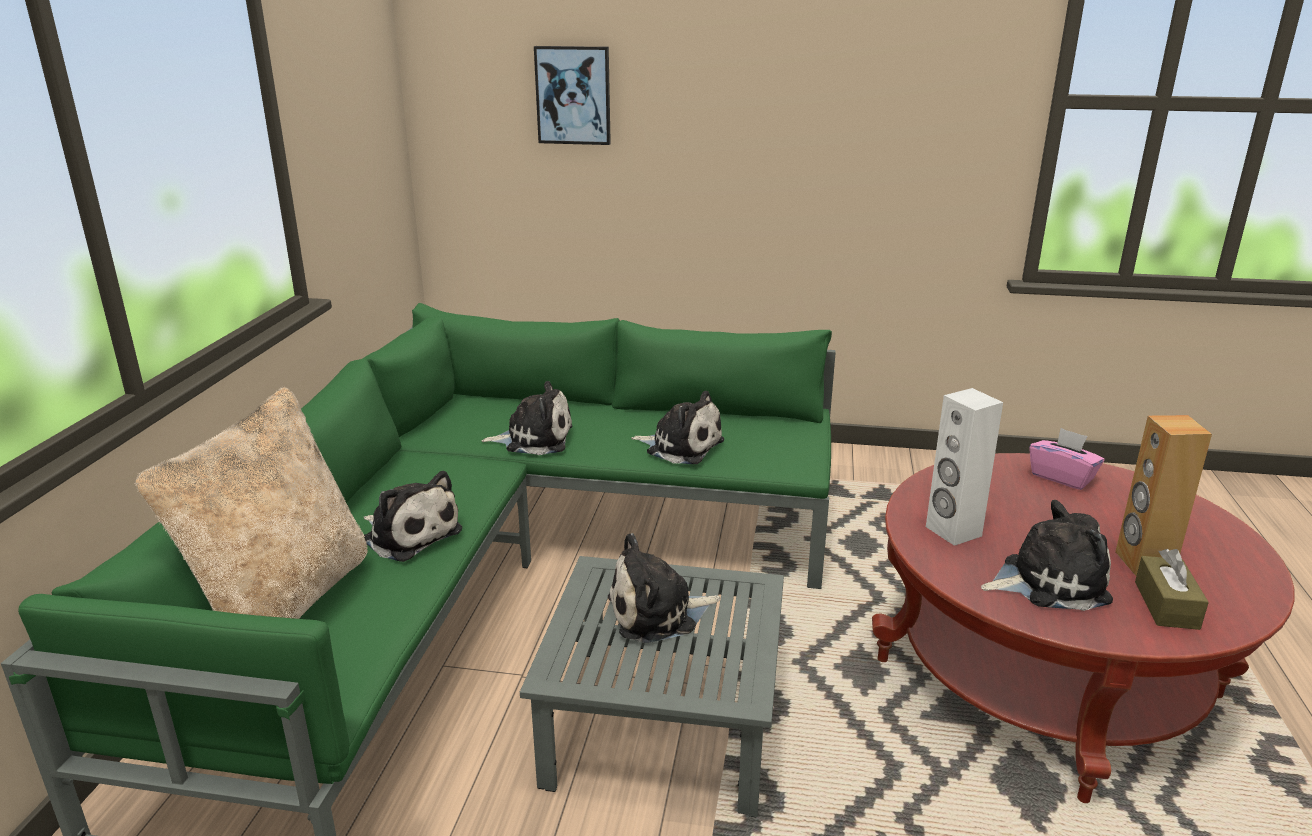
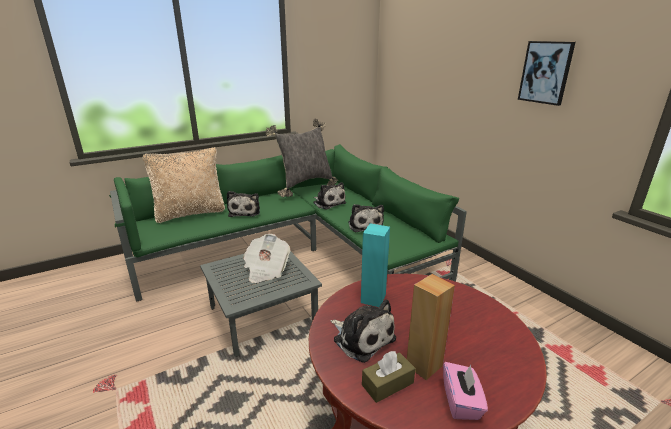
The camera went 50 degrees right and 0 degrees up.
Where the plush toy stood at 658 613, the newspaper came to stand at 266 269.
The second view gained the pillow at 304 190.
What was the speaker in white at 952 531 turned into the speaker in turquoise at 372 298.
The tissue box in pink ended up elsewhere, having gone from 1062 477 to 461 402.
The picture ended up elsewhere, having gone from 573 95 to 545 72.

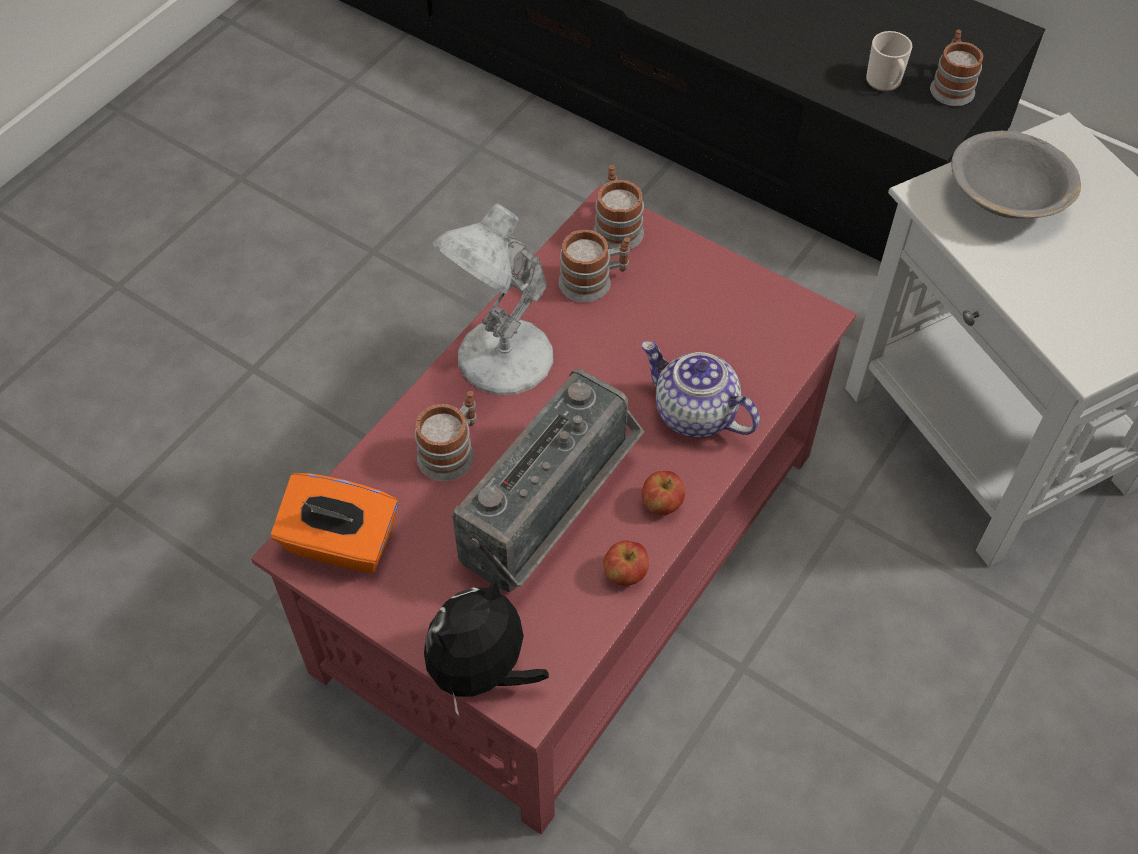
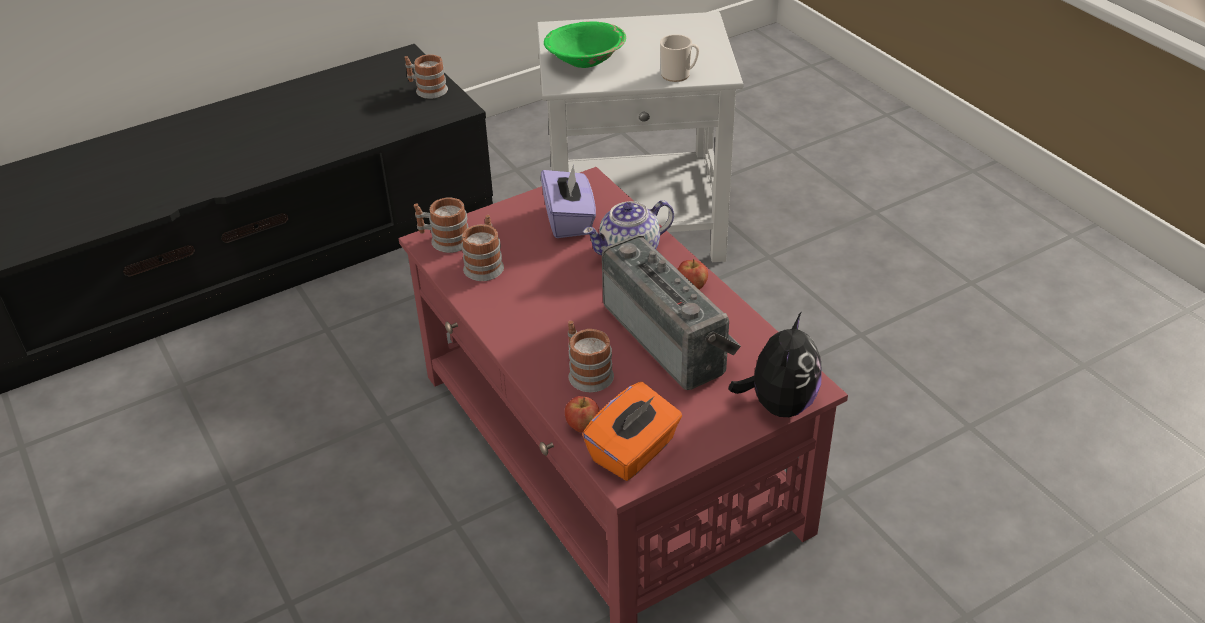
The camera went 65 degrees left and 15 degrees down.
The second view gained the tissue box in purple at 569 220.
What was the bowl in grey at 1005 198 turned into the bowl in green at 585 61.
The apple ended up elsewhere, having gone from 625 574 to 582 426.
The mug ended up elsewhere, having gone from 885 82 to 679 75.
The plush toy at 482 672 ended up facing another way, 135 degrees counterclockwise from before.
The second view lost the table lamp in white at 502 359.

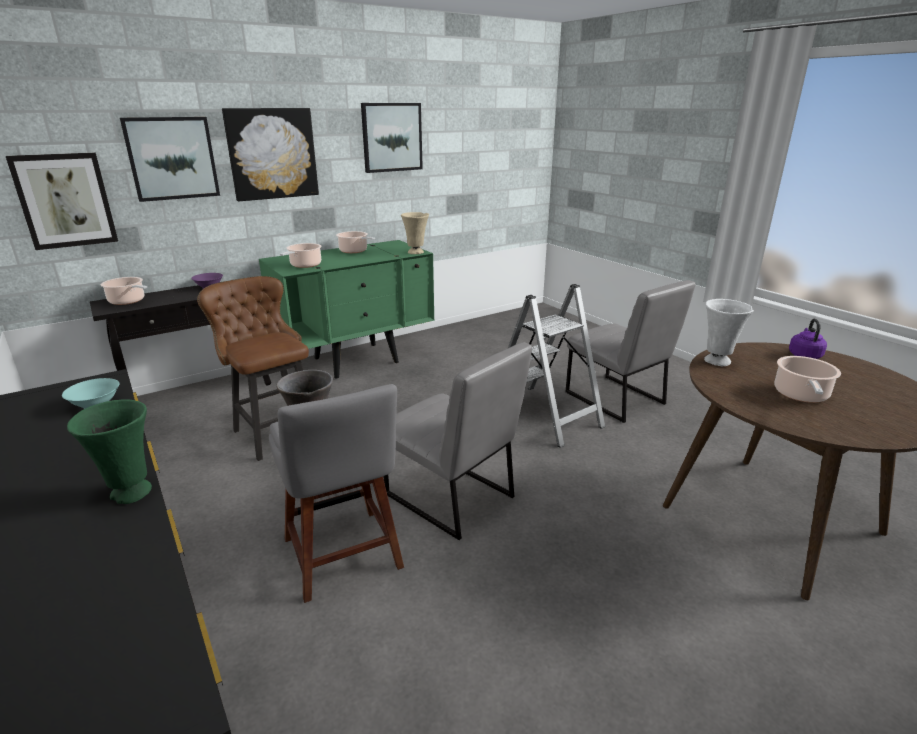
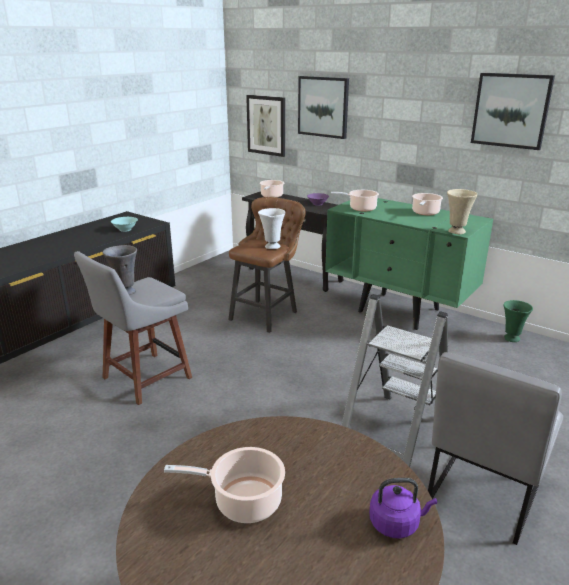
The camera went 70 degrees right and 0 degrees up.
The vase in white ended up elsewhere, having gone from 717 362 to 271 247.
The vase in green ended up elsewhere, having gone from 131 494 to 511 339.
The second view lost the picture at 272 154.
The second view lost the chair in grey at 451 497.

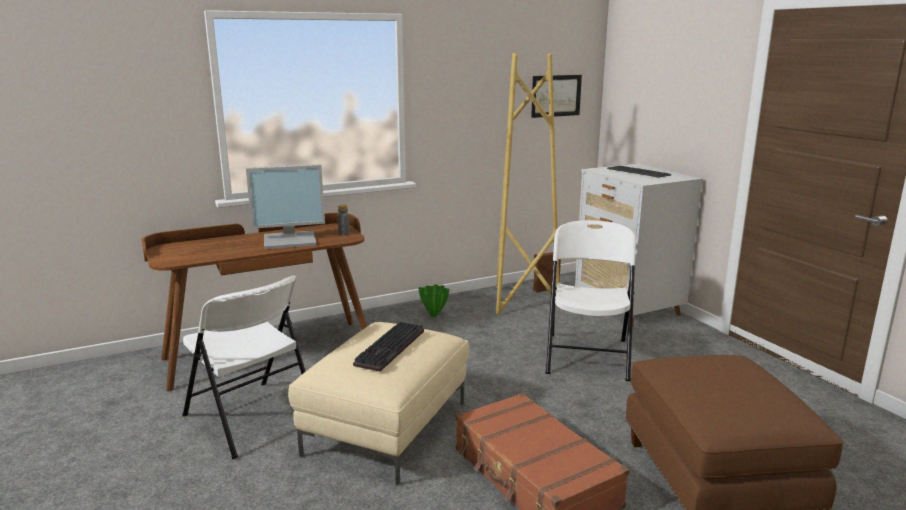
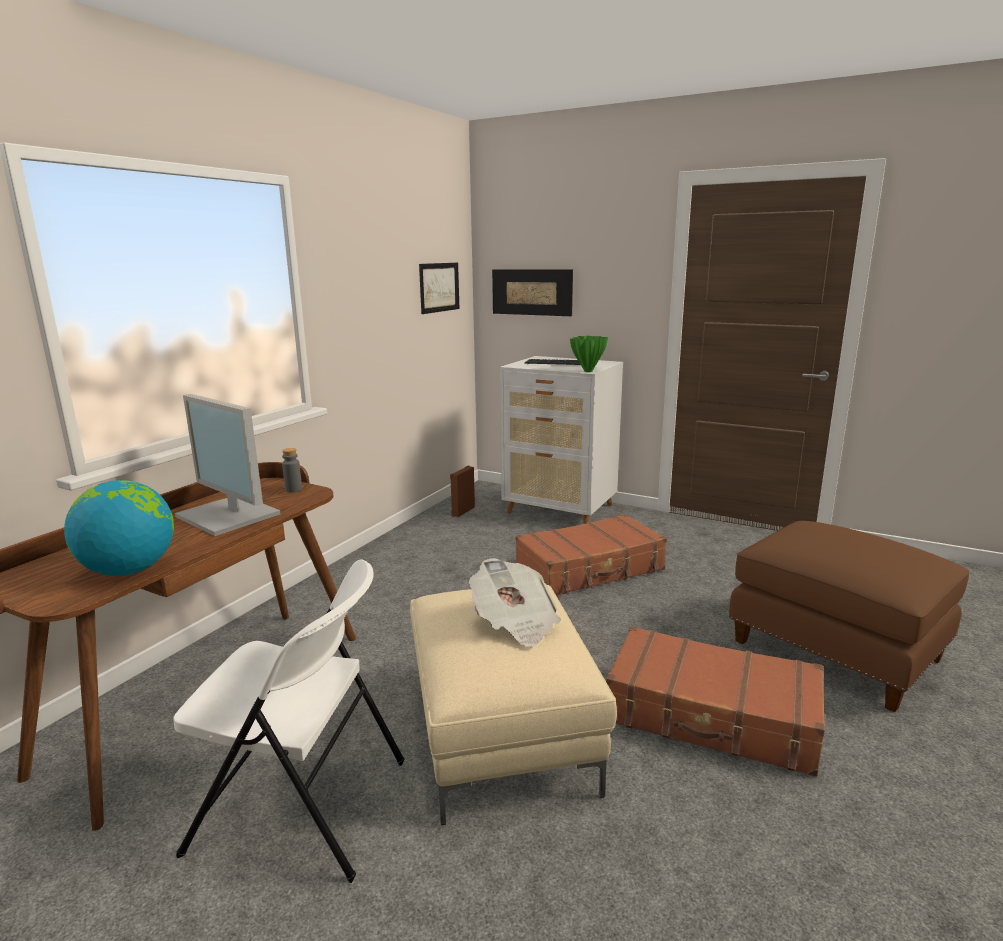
The camera went 35 degrees left and 0 degrees up.
The second view gained the globe at 129 570.
The monitor at 291 240 ended up facing another way, 90 degrees clockwise from before.
Where the keyboard stood at 391 349, the newspaper came to stand at 515 623.
The second view gained the picture at 531 292.
Where the chair in white stood at 587 356, the suitcase in brown came to stand at 590 569.
The vase in green ended up elsewhere, having gone from 434 316 to 589 371.
The second view lost the clothes rack in yellow at 518 301.

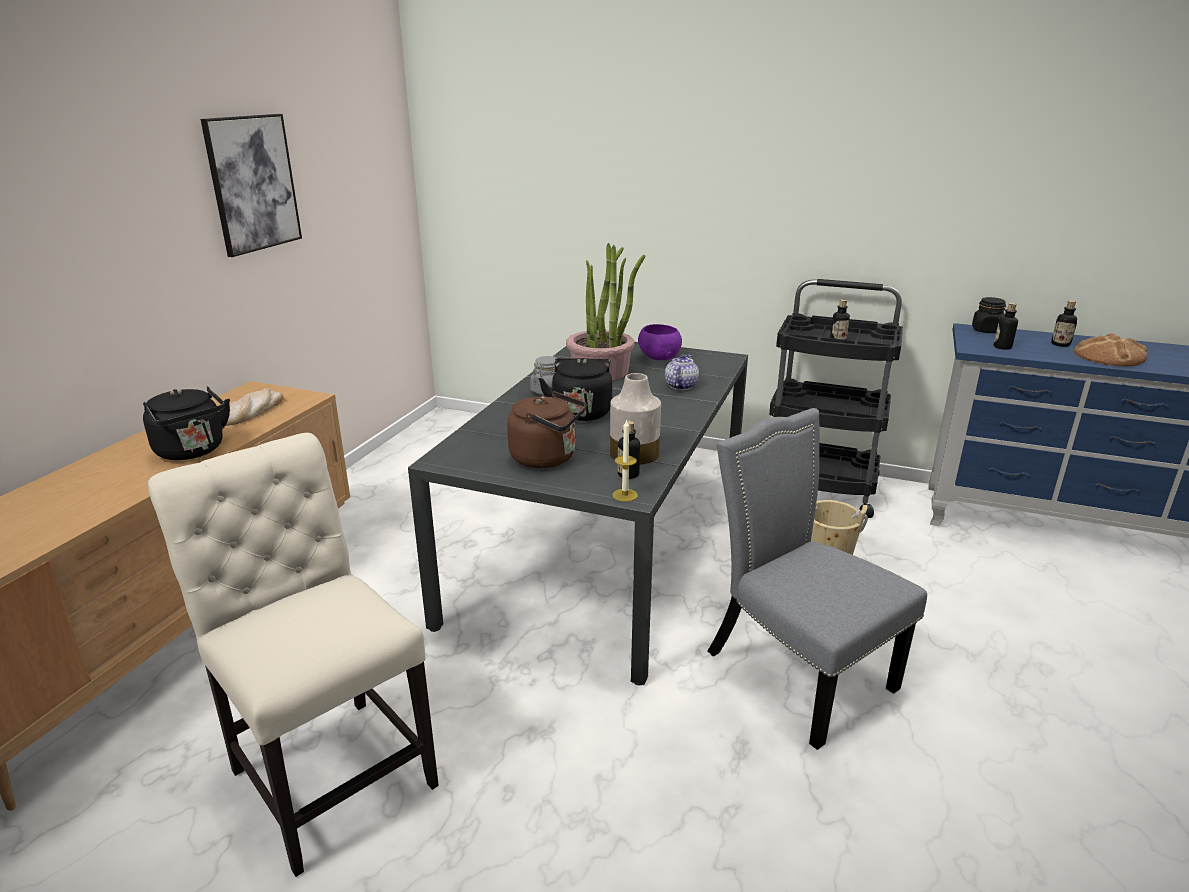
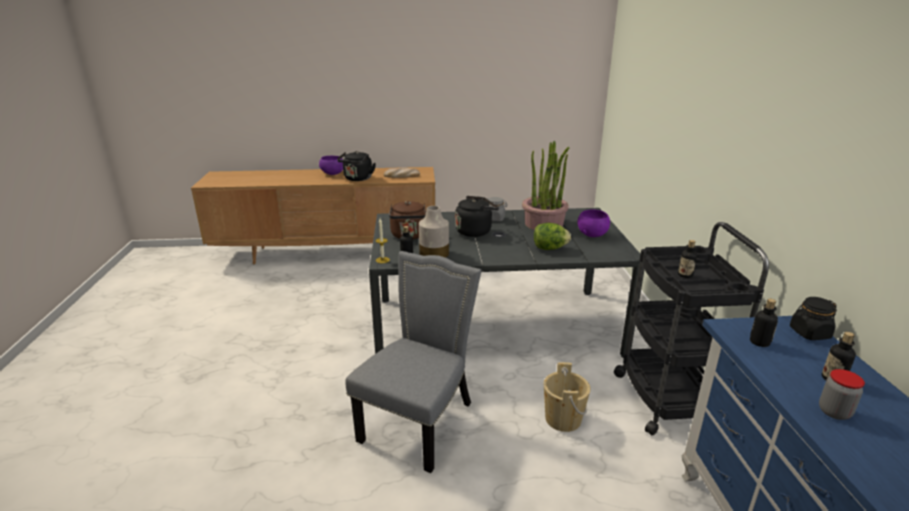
The camera went 65 degrees right and 0 degrees up.
The second view gained the bowl in purple at 332 174.
Where the teapot stood at 680 386, the lettuce came to stand at 549 248.
Where the bread stood at 1108 357, the jar came to stand at 834 412.
The second view lost the chair in beige at 329 769.
The second view lost the picture at 253 183.

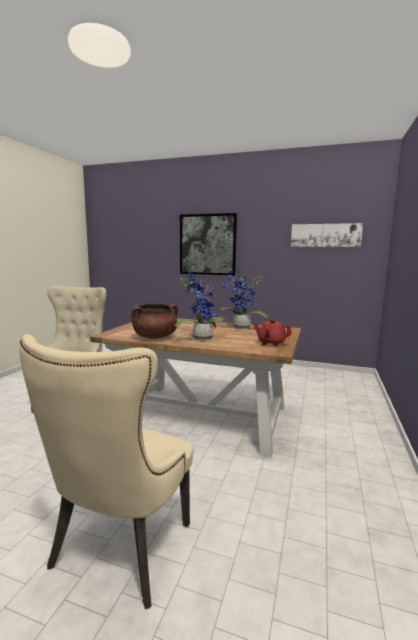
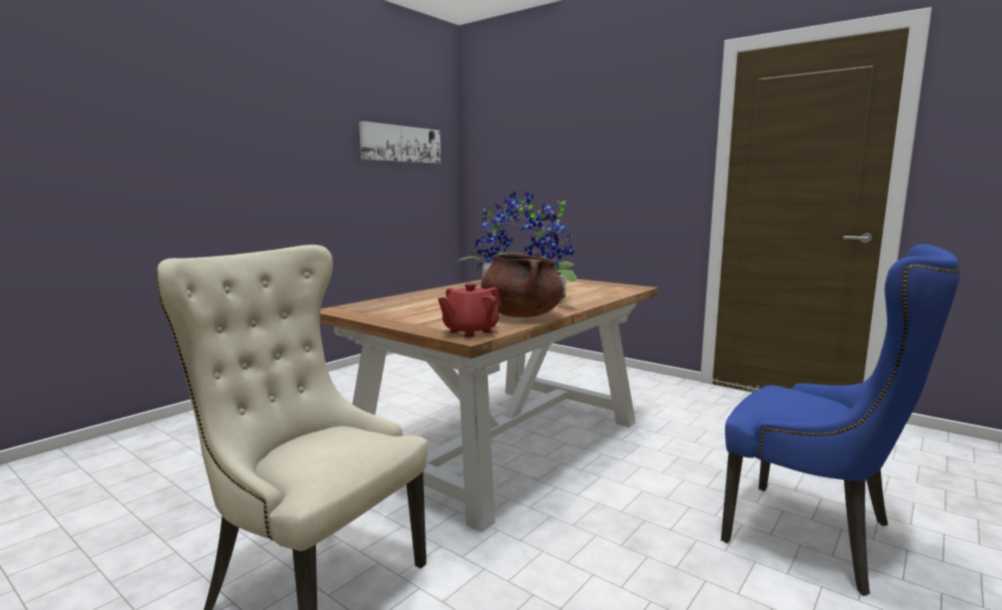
The camera went 70 degrees left and 0 degrees up.
The teapot in red ended up elsewhere, having gone from 271 343 to 470 331.
What was the chair in beige at 121 549 turned into the chair in blue at 812 535.
The second view lost the picture at 207 244.

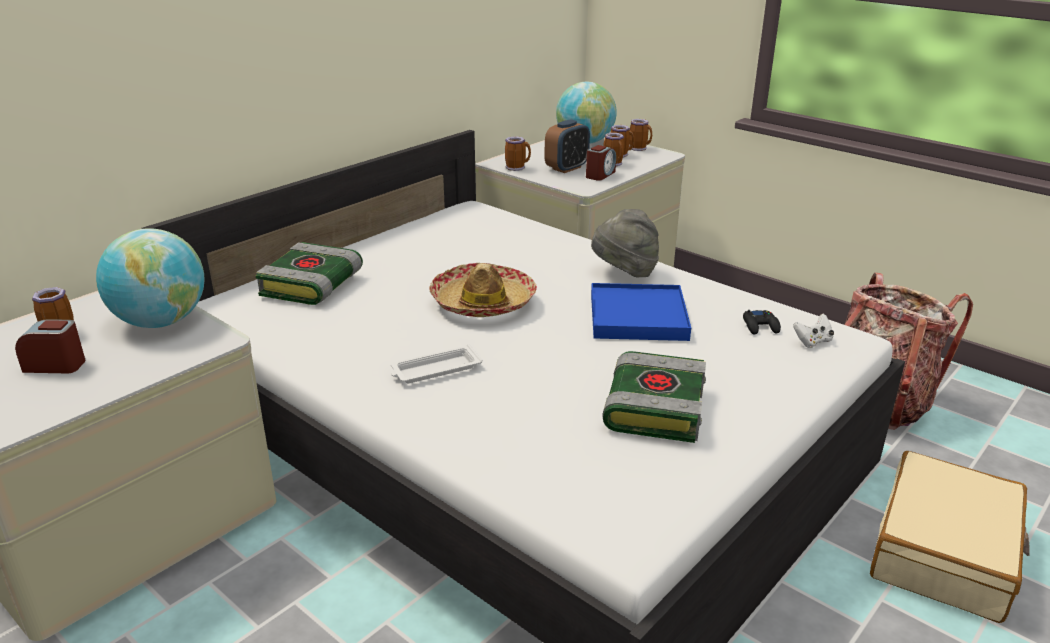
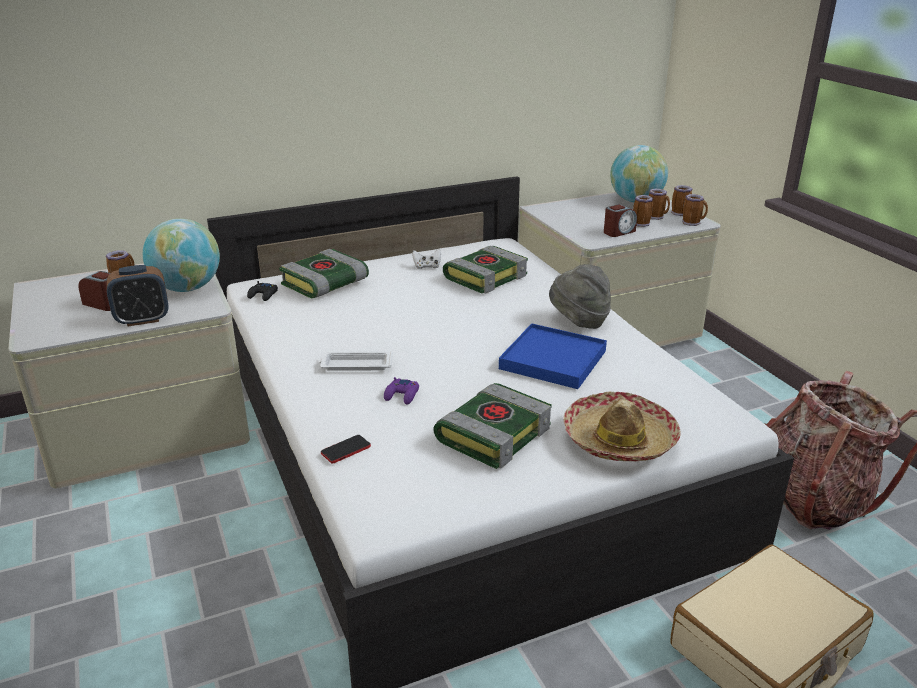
The camera went 25 degrees right and 0 degrees up.
The alarm clock ended up elsewhere, having gone from 566 168 to 143 320.
The game controller in black ended up elsewhere, having gone from 760 326 to 263 295.
The second view gained the phone at 345 450.
The second view gained the game controller in purple at 402 395.
The game controller in white ended up elsewhere, having gone from 812 342 to 427 267.
The second view gained the book at 485 277.
The hat ended up elsewhere, having gone from 483 302 to 619 439.
The mug ended up elsewhere, having gone from 517 168 to 693 223.

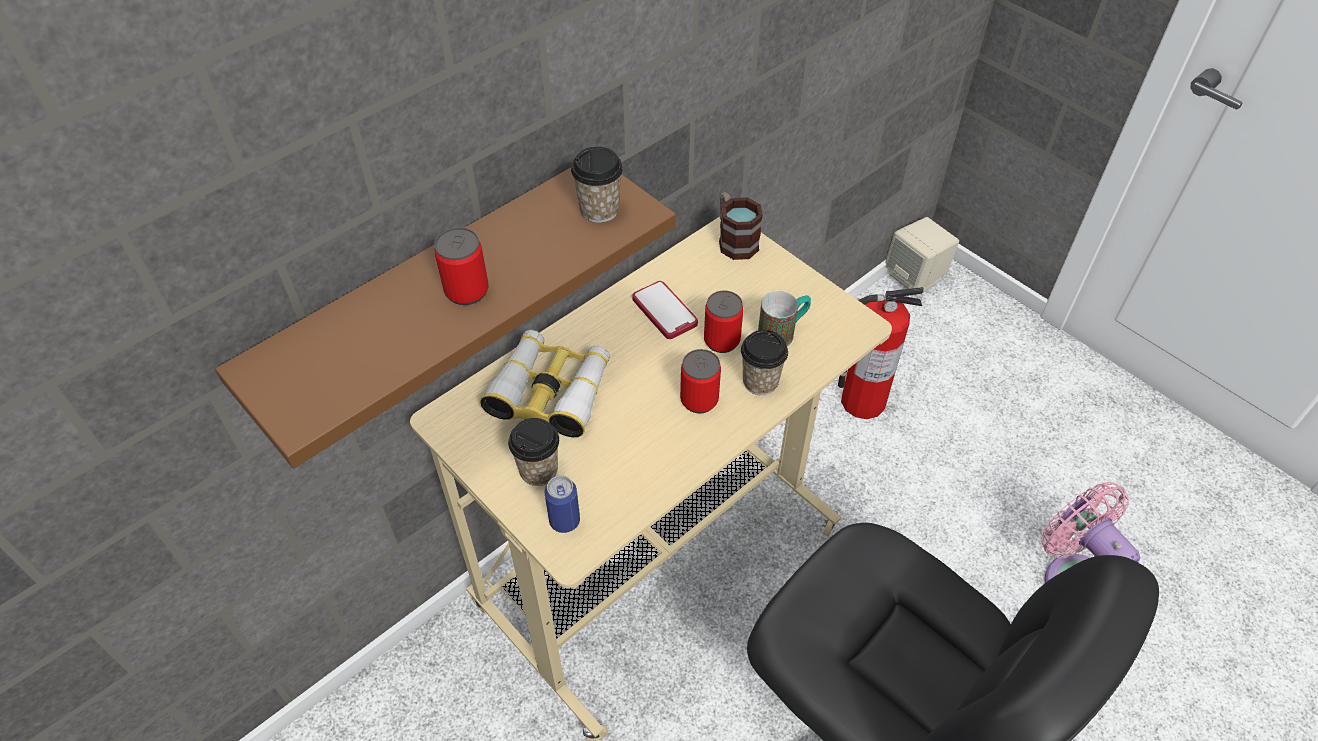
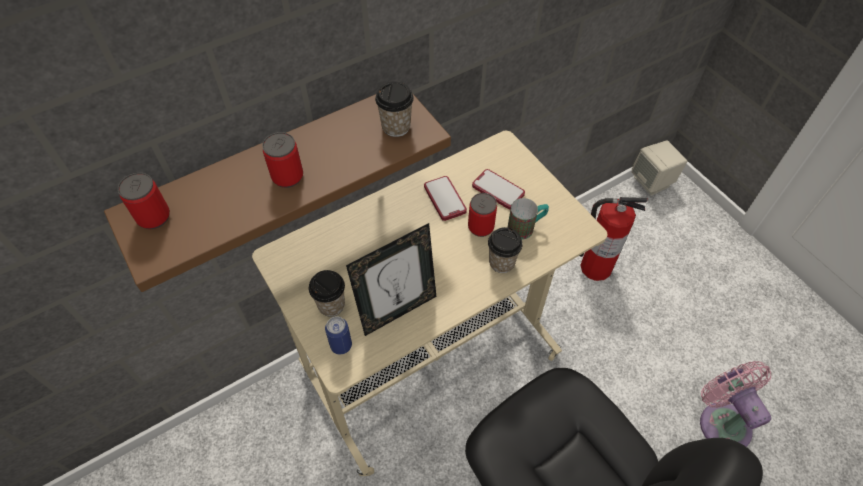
The camera went 10 degrees right and 5 degrees up.
The can ended up elsewhere, having gone from 699 400 to 154 217.
The second view gained the picture frame at 397 310.
The second view gained the phone at 498 190.
The second view lost the binoculars at 551 391.
The second view lost the mug at 734 240.

